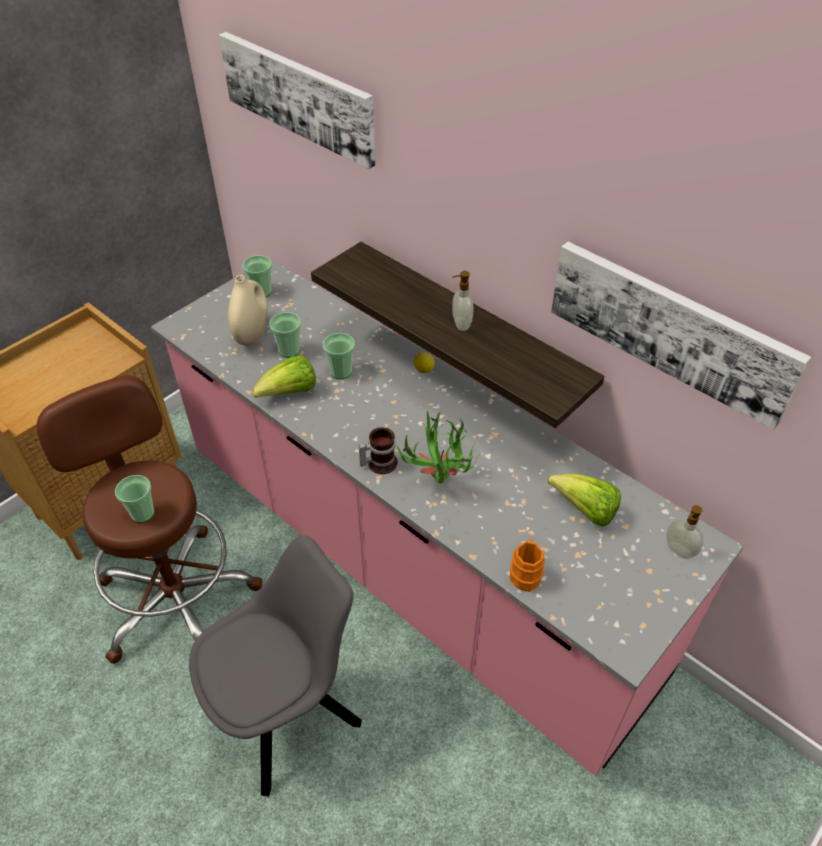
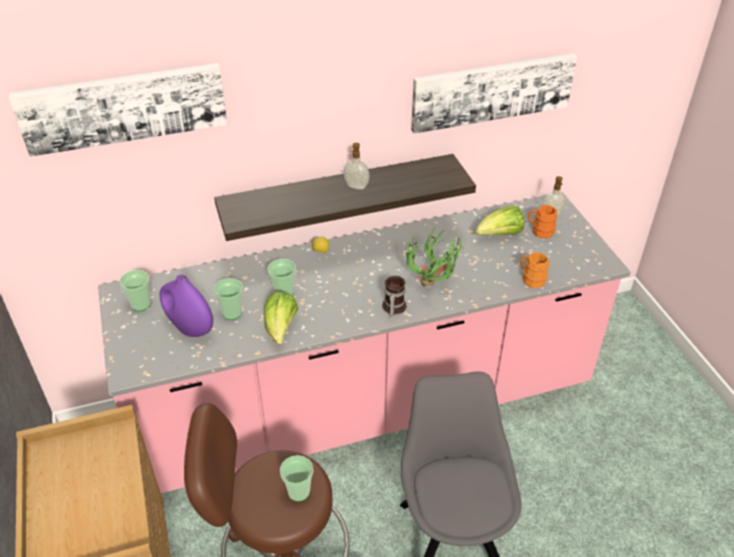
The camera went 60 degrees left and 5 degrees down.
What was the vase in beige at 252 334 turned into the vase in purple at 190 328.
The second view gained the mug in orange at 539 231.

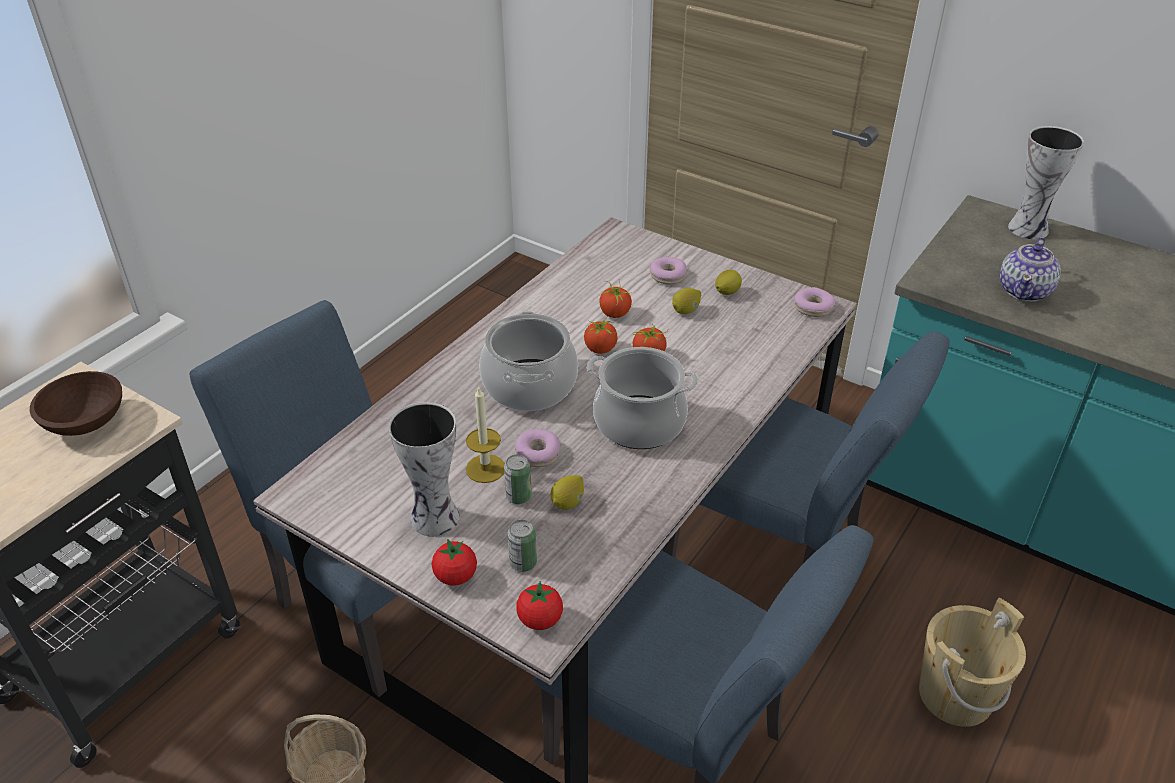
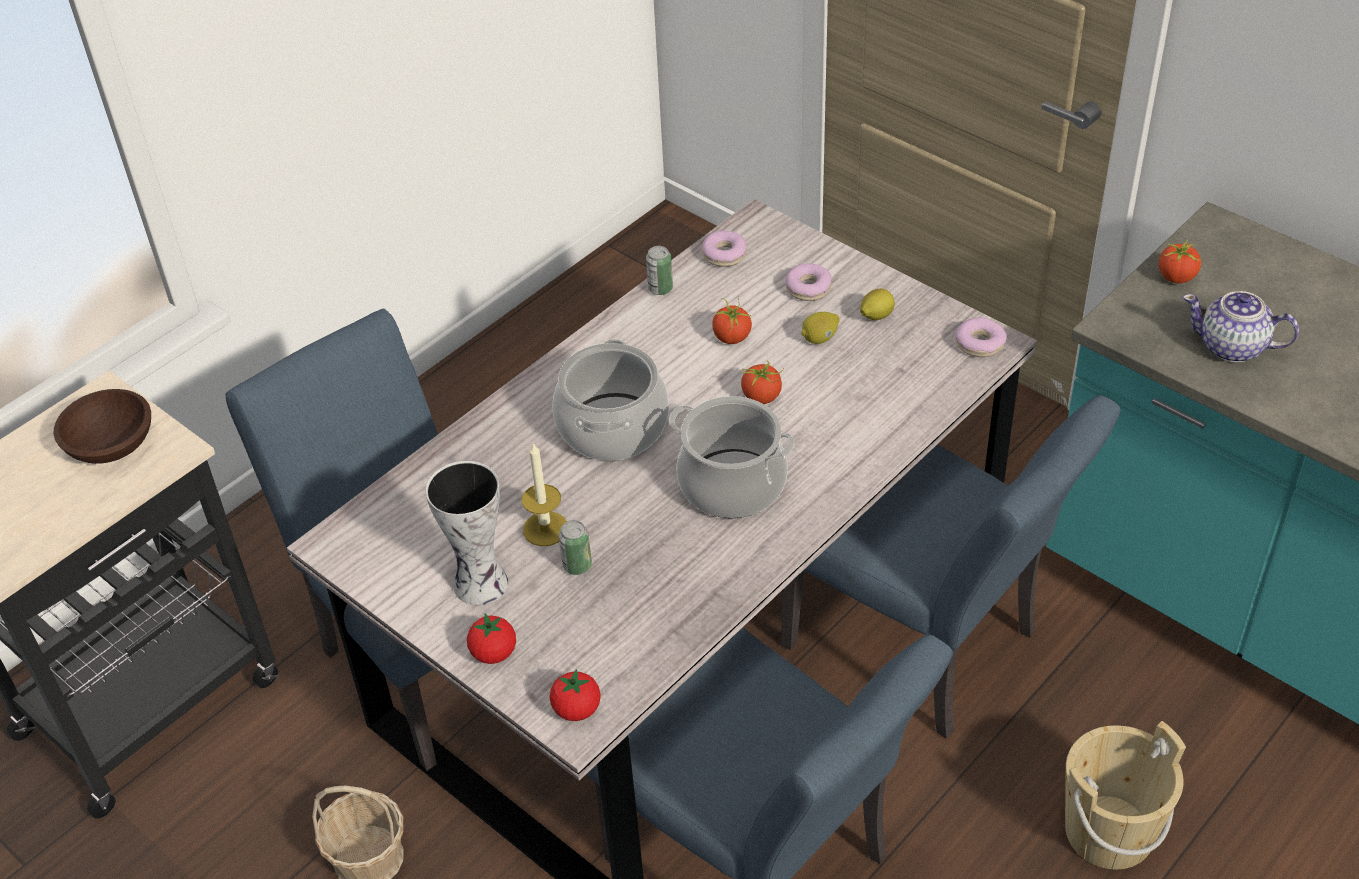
The camera went 10 degrees right and 5 degrees up.
The can ended up elsewhere, having gone from 523 563 to 660 289.
The donut ended up elsewhere, having gone from 538 453 to 724 254.
The tomato ended up elsewhere, having gone from 600 349 to 1176 277.
The teapot at 1025 291 ended up facing another way, 75 degrees clockwise from before.
The second view lost the lemon at 568 503.
The second view lost the vase at 1029 228.

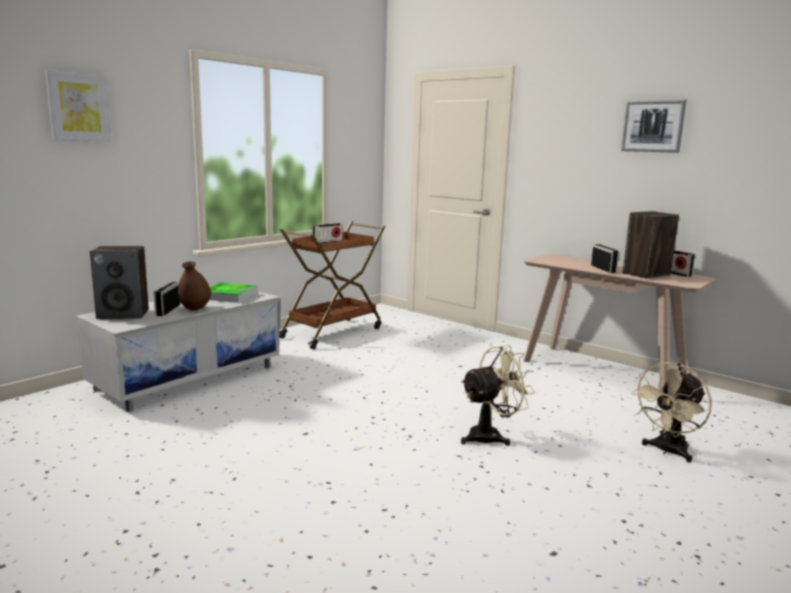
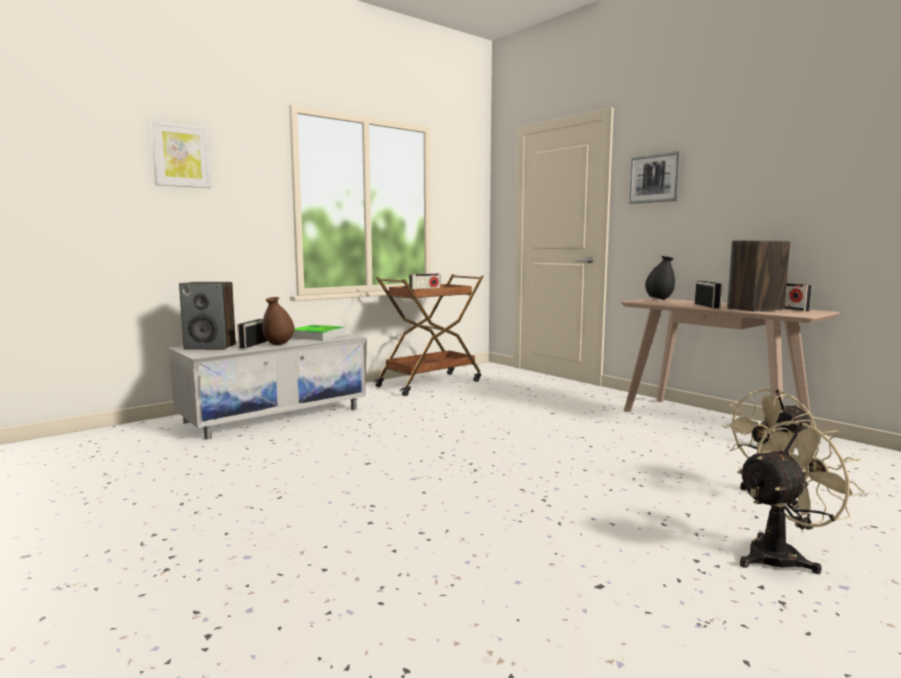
The camera went 10 degrees right and 5 degrees down.
The picture ended up elsewhere, having gone from 653 126 to 654 178.
The second view gained the vase in black at 659 299.
The fan in beige ended up elsewhere, having gone from 491 436 to 783 556.

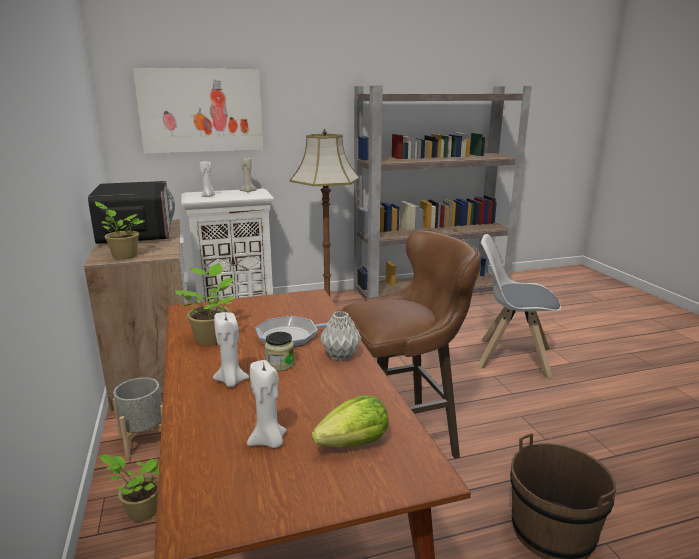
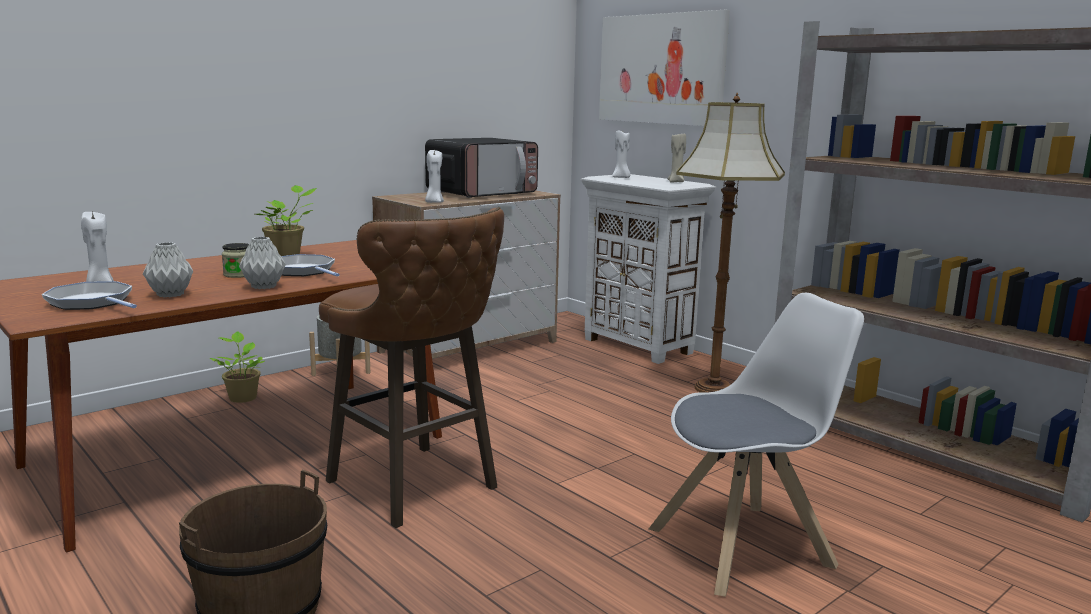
The camera went 65 degrees right and 5 degrees down.
Where the lettuce stood at 354 444, the frying pan came to stand at 92 303.
The second view gained the vase in grey at 171 294.
The candle in white ended up elsewhere, having gone from 231 381 to 434 202.
The chair at 511 357 ended up facing another way, 75 degrees clockwise from before.
The second view lost the potted plant at 123 256.

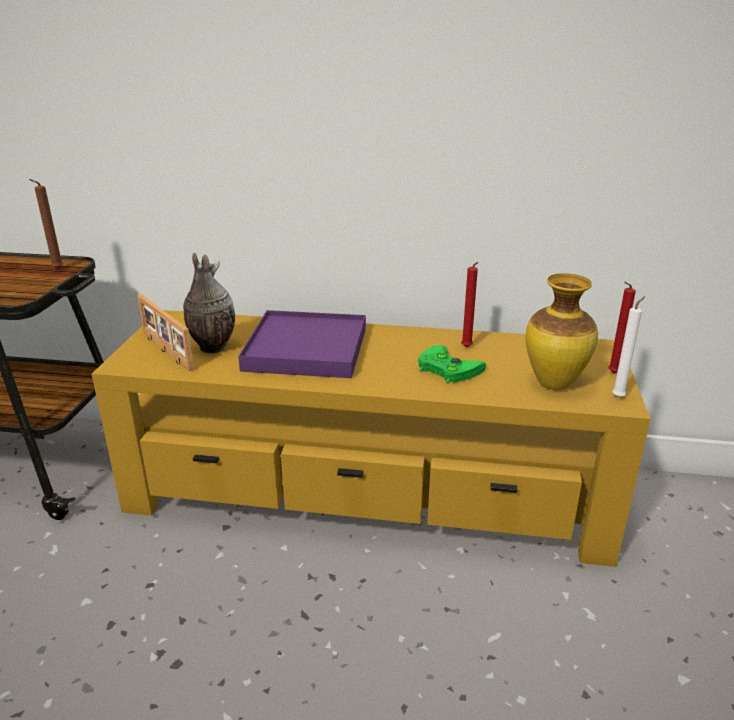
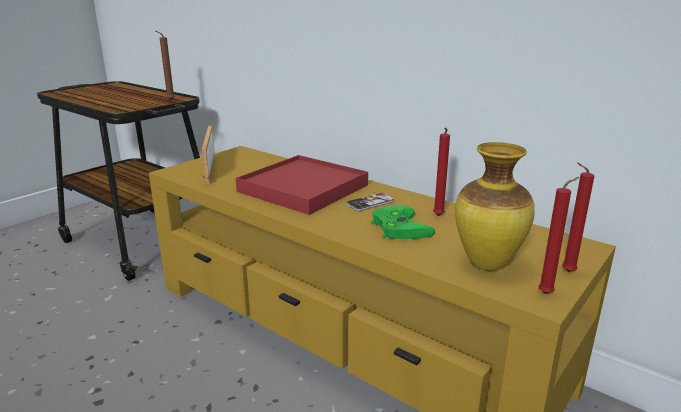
The camera went 30 degrees right and 5 degrees down.
What was the tray in purple at 306 349 turned into the tray in red at 303 188.
The second view gained the phone at 370 203.
What was the candle in white at 619 396 turned into the candle in red at 548 294.
The second view lost the vase at 211 348.

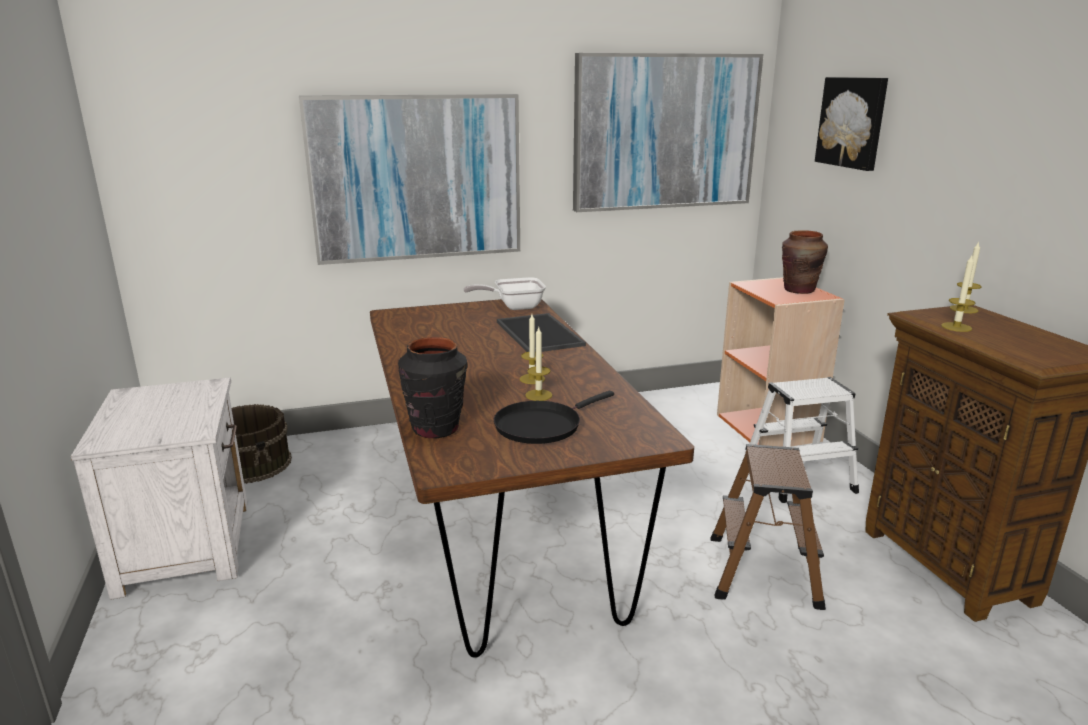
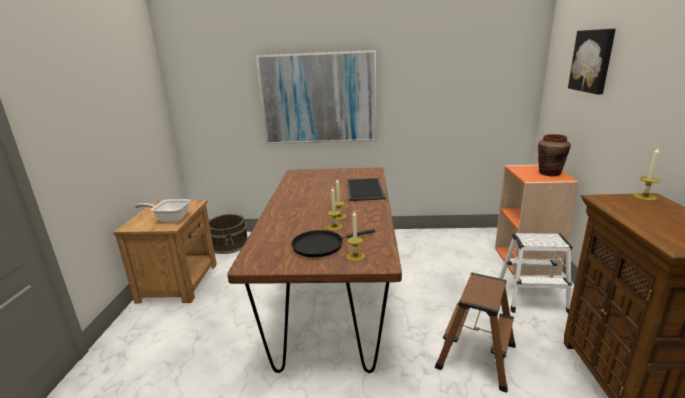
The camera went 20 degrees right and 0 degrees up.
What was the nightstand in white at 187 545 turned into the nightstand in brown at 180 281.
The frying pan ended up elsewhere, having gone from 514 307 to 170 219.
The candle ended up elsewhere, having gone from 956 327 to 355 256.
The second view lost the vase in black at 436 429.
The second view lost the picture at 664 132.

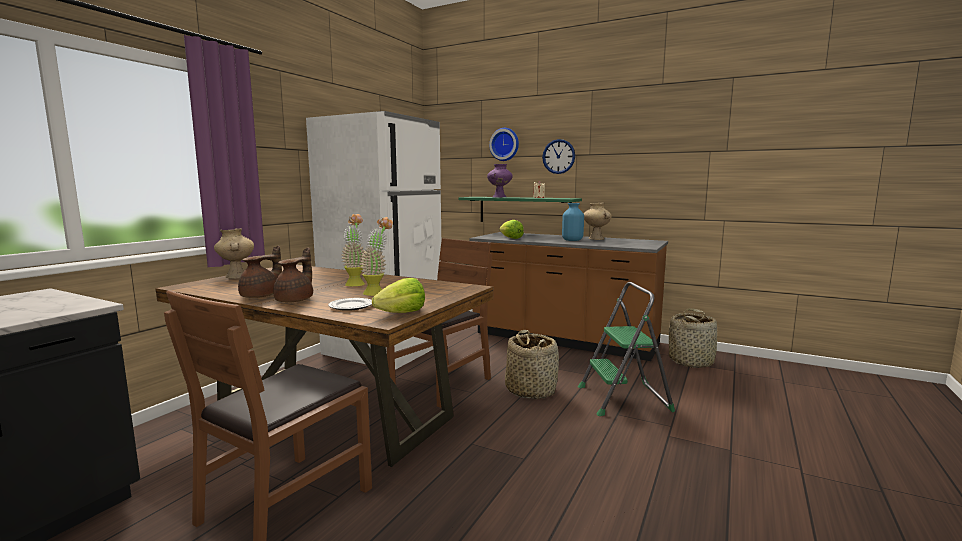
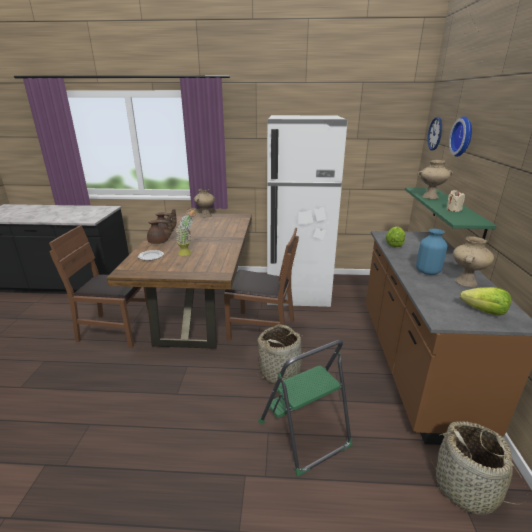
The camera went 65 degrees right and 15 degrees up.
What was the vase in purple at 499 197 turned into the vase in beige at 430 197.
The wall clock ended up elsewhere, having gone from 558 156 to 435 133.
The lettuce ended up elsewhere, having gone from 402 313 to 484 311.
The second view lost the potted plant at 355 283.

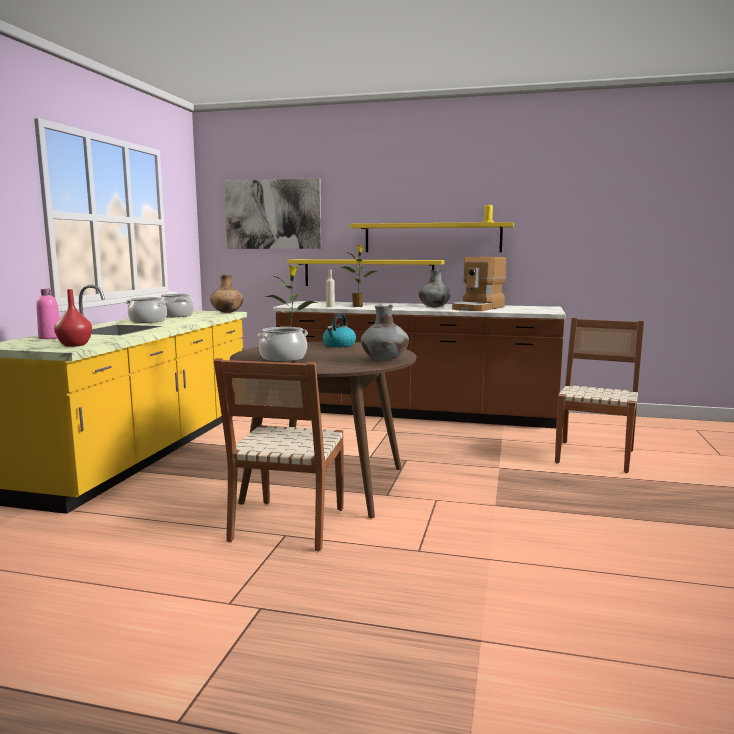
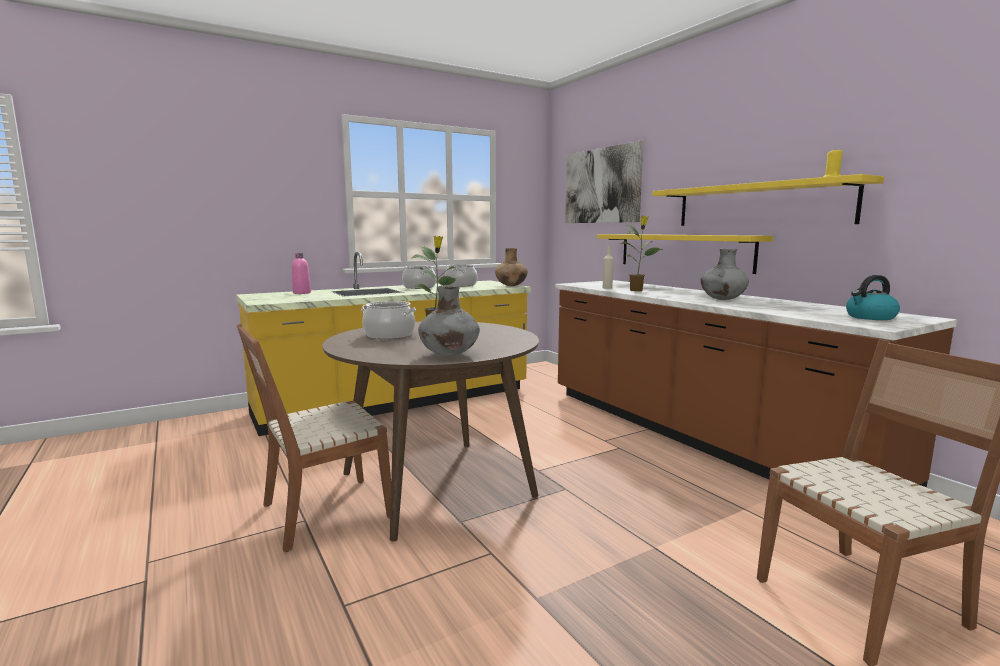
The camera went 45 degrees right and 0 degrees up.
The kettle ended up elsewhere, having gone from 339 345 to 870 317.
The second view lost the vase in red at 74 345.
The second view lost the coffee machine at 478 308.

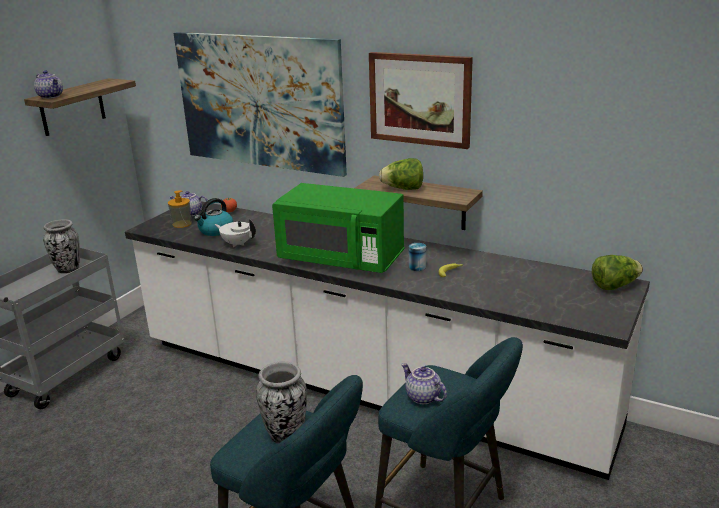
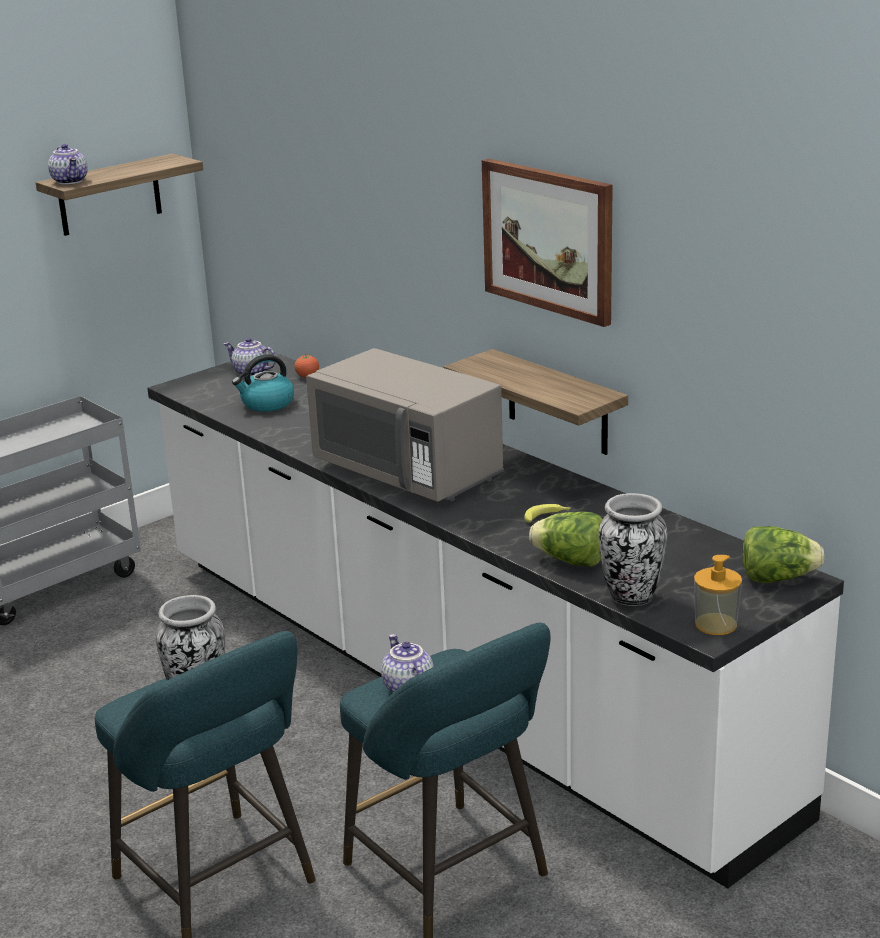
The camera went 20 degrees right and 0 degrees up.
What was the microwave in green at 341 259 turned into the microwave in grey at 407 472.
The lettuce ended up elsewhere, having gone from 403 189 to 570 561.
The vase ended up elsewhere, having gone from 68 270 to 631 598.
The soap dispenser ended up elsewhere, having gone from 182 224 to 715 624.
The second view lost the picture at 260 102.
The second view lost the teapot in white at 237 244.
The second view lost the can at 417 267.

